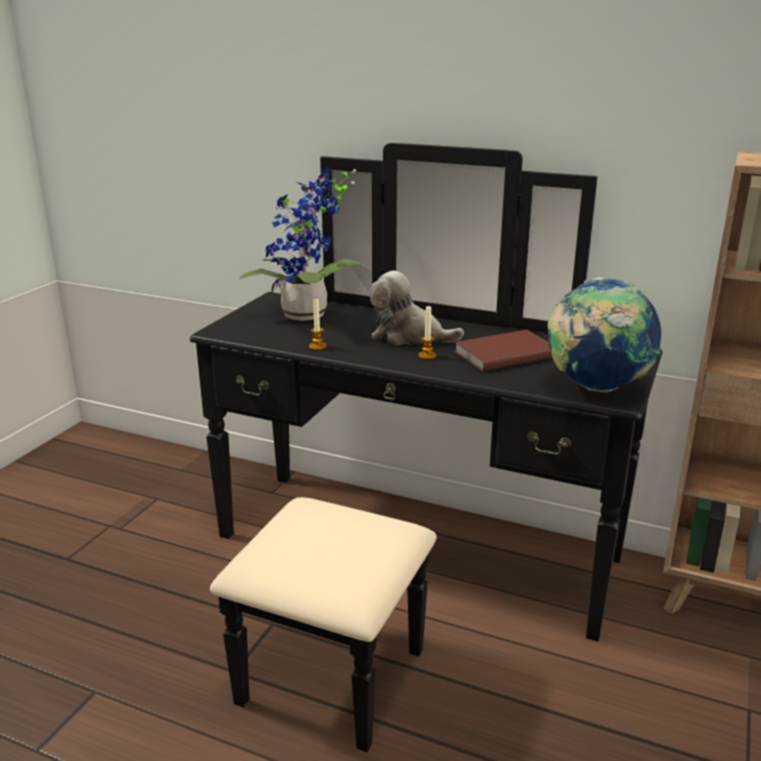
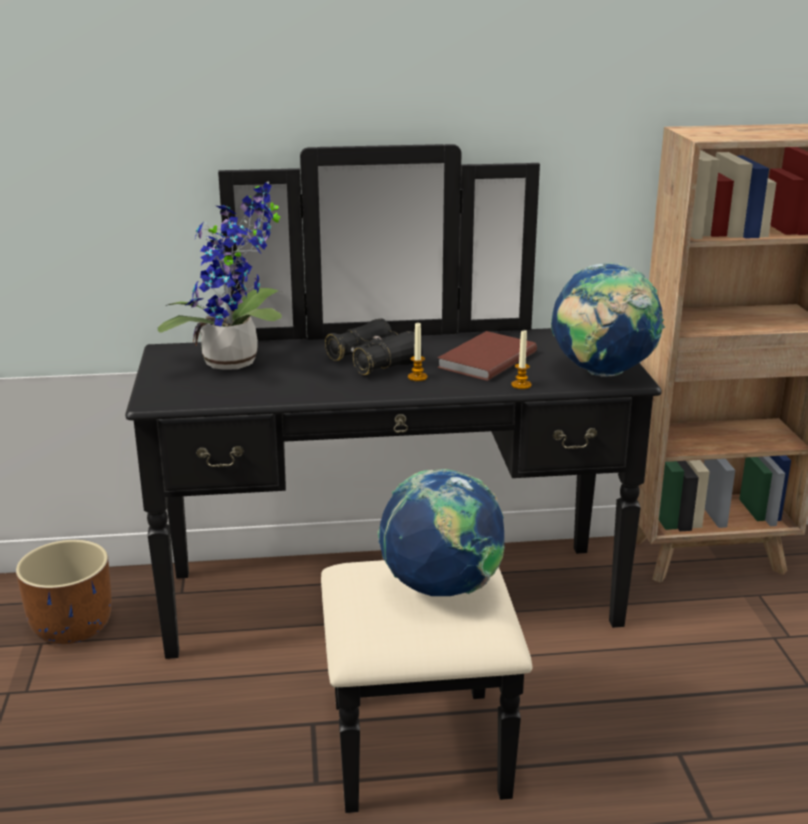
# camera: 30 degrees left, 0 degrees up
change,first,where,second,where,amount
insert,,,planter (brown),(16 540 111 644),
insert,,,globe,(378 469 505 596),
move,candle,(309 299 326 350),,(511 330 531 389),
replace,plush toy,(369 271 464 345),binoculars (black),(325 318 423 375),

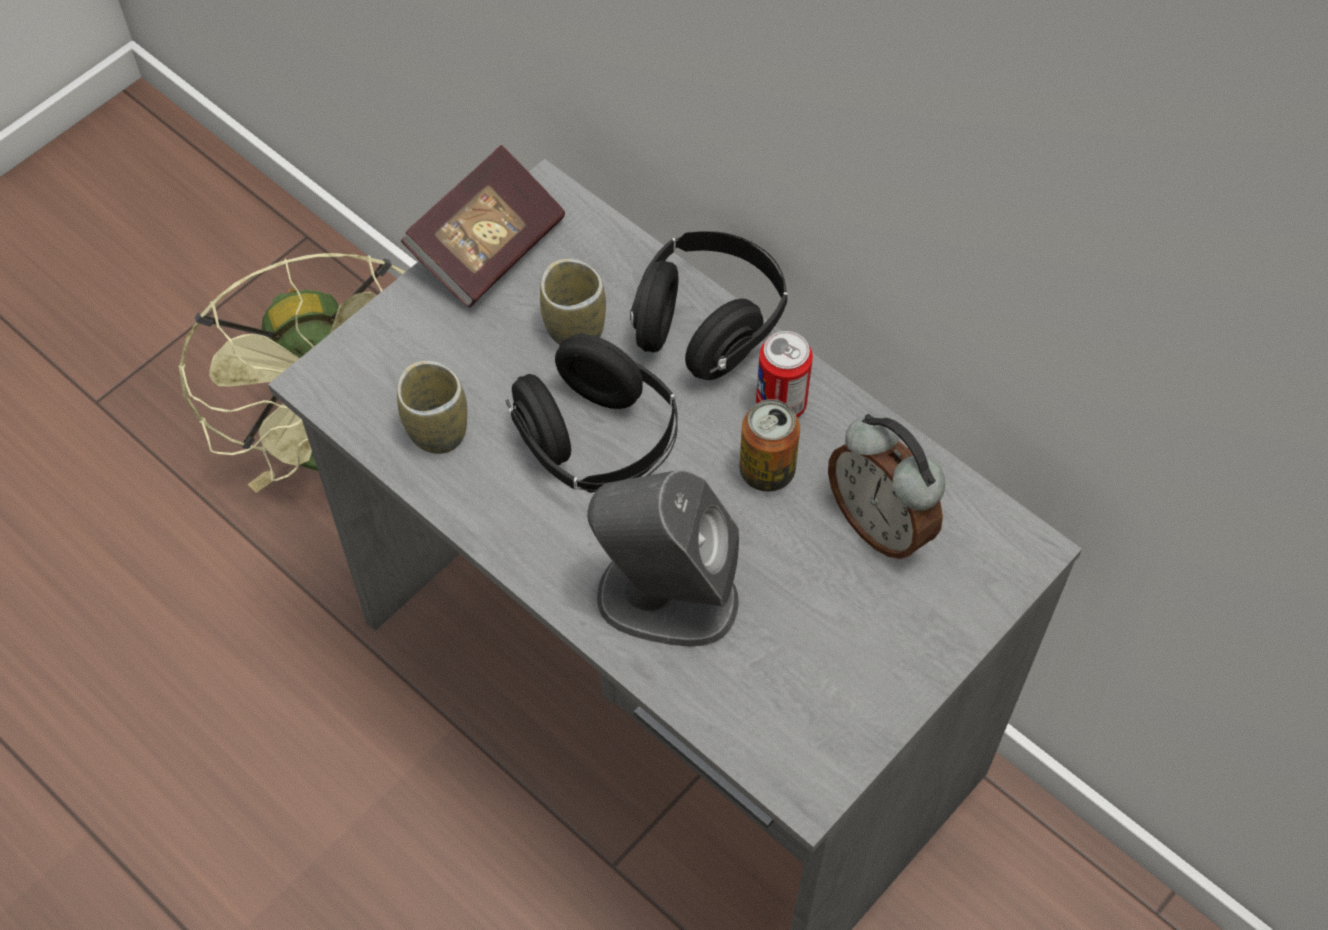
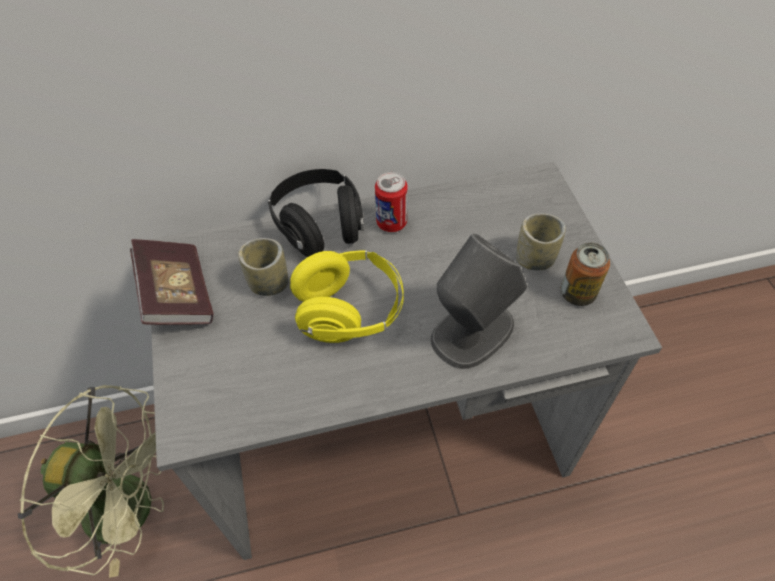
# camera: 55 degrees left, 5 degrees down
change,first,where,second,where,amount
delete,alarm clock,(828 414 945 559),,,
move,cup,(397 361 467 454),,(516 214 566 270),
move,can,(740 399 800 492),,(561 243 610 306),
recolor,headphones (black),(506 334 678 493),headphones (yellow),(290 250 404 343),

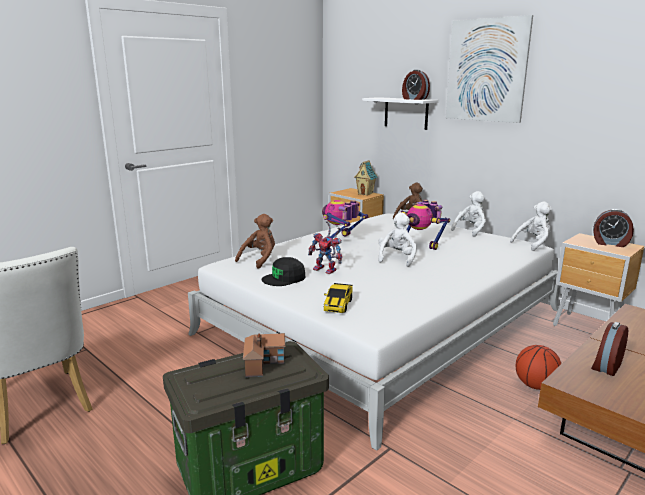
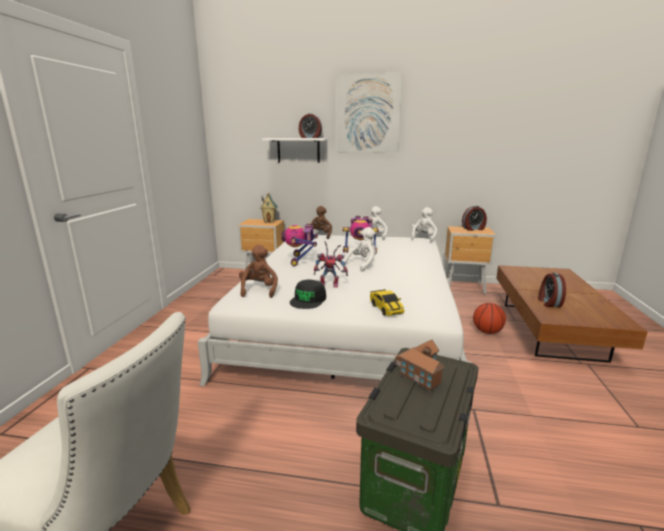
# camera: 35 degrees left, 0 degrees up
change,first,where,second,where,amount
rotate,plush toy (white),(378 212 417 267),,(344 227 376 272),60 degrees clockwise

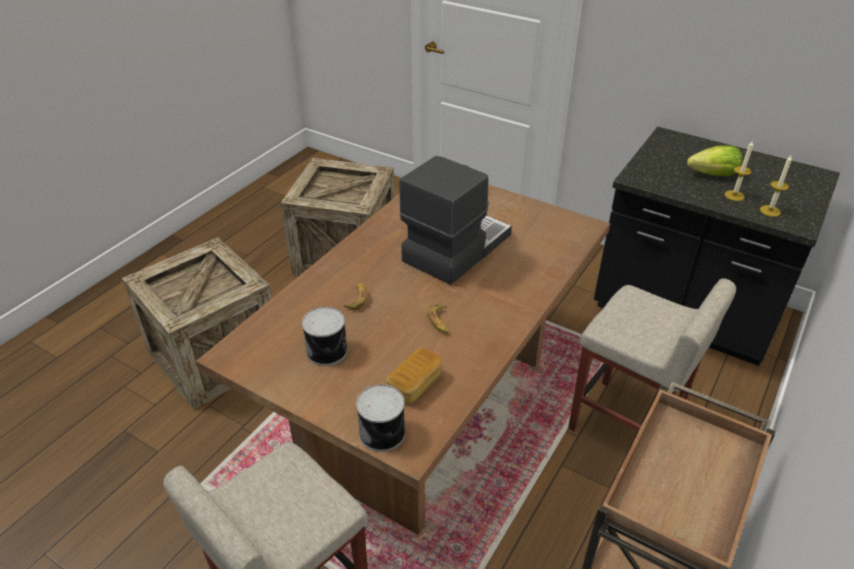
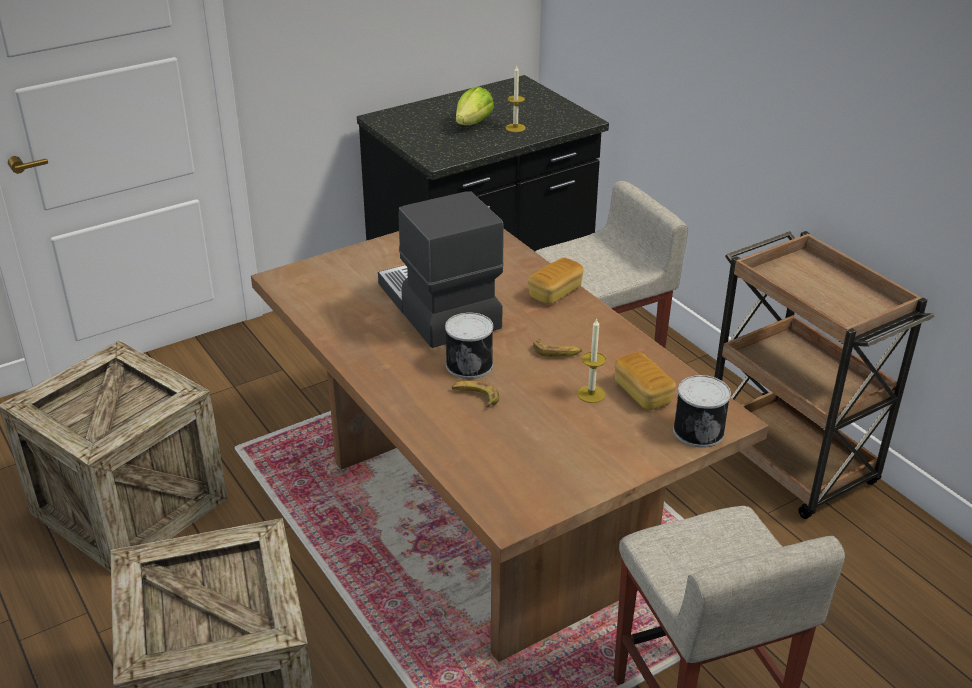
# camera: 65 degrees left, 5 degrees down
change,first,where,second,where,amount
insert,,,bread,(528 258 583 304),
move,can,(302 307 348 366),,(445 312 493 379),
move,candle,(760 155 792 217),,(577 318 606 403),

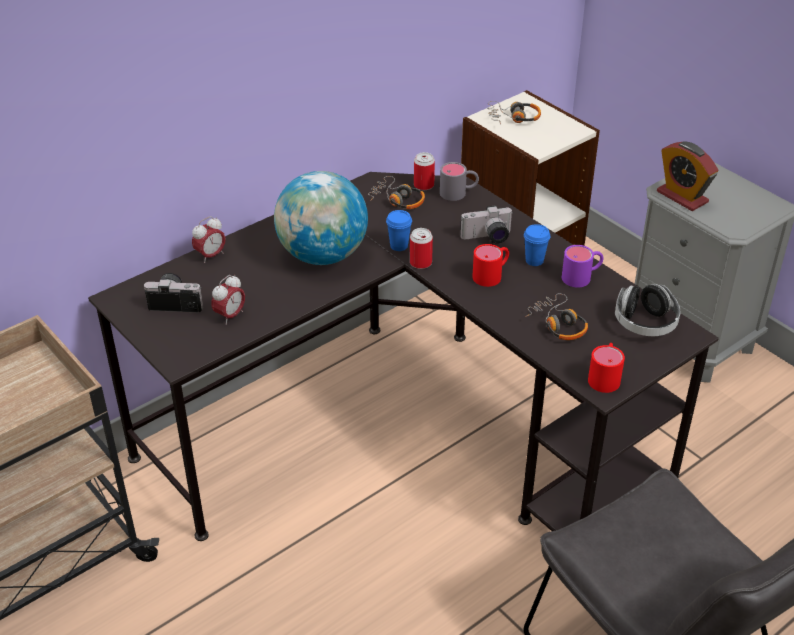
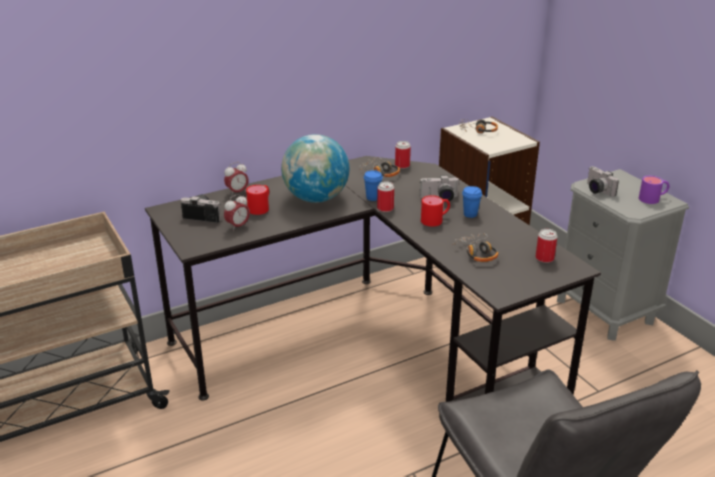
# camera: 10 degrees right, 10 degrees down
change,first,where,second,where,amount
delete,mug (grey),(440 162 479 201),,,
move,mug (purple),(562 245 603 288),,(639 176 670 204),
move,mug (red),(588 343 625 393),,(246 185 269 215),
replace,headphones,(615 284 681 336),can,(536 229 557 263),
replace,alarm clock,(657 141 718 211),photo camera,(587 166 619 197),

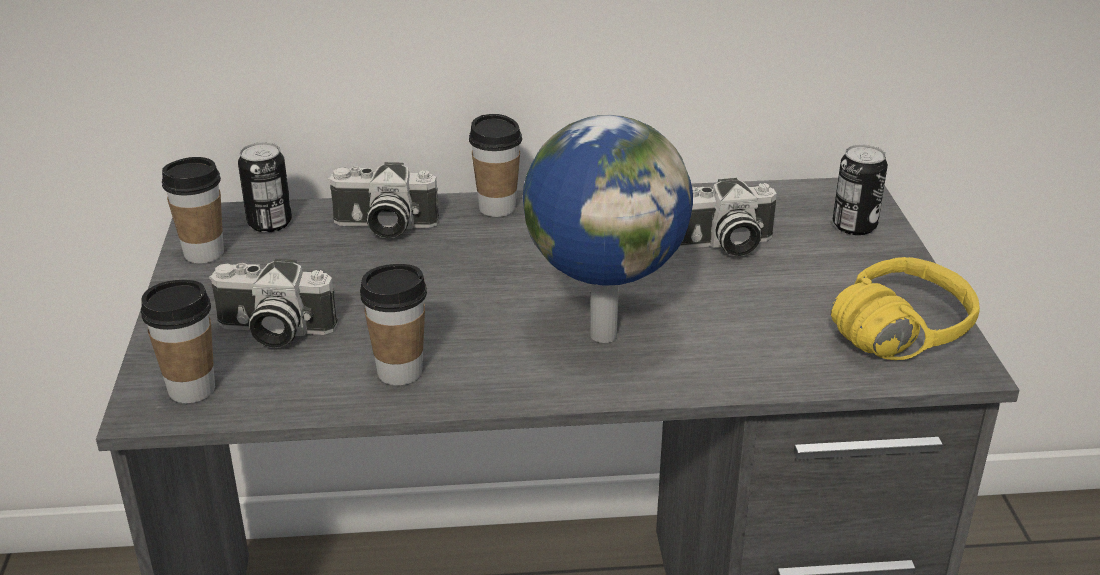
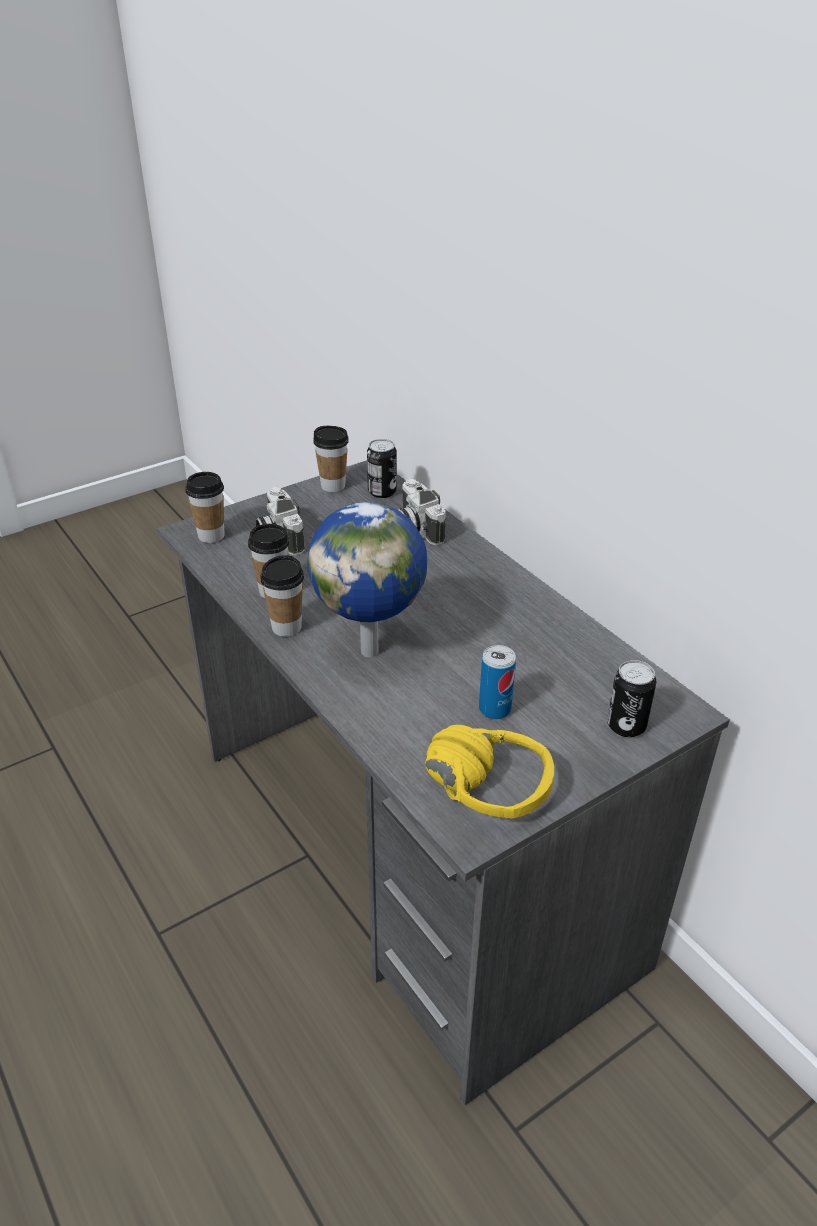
# camera: 60 degrees right, 5 degrees up
change,first,where,second,where,amount
delete,photo camera,(678 178 777 256),,,
insert,,,can,(479 645 516 719),
move,cup,(469 114 522 217),,(260 555 304 637),

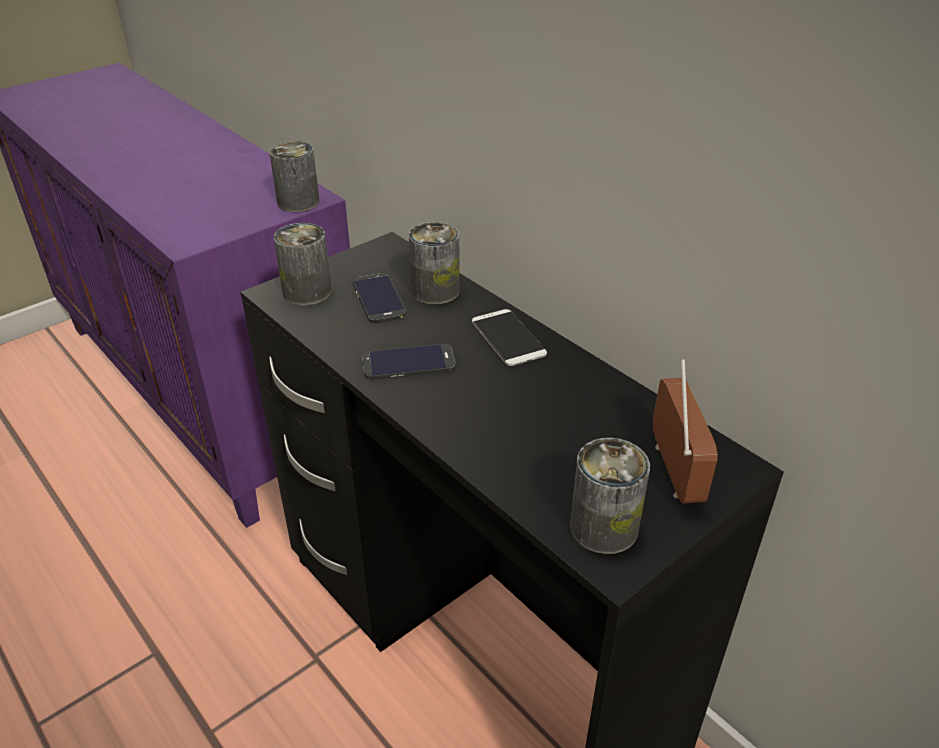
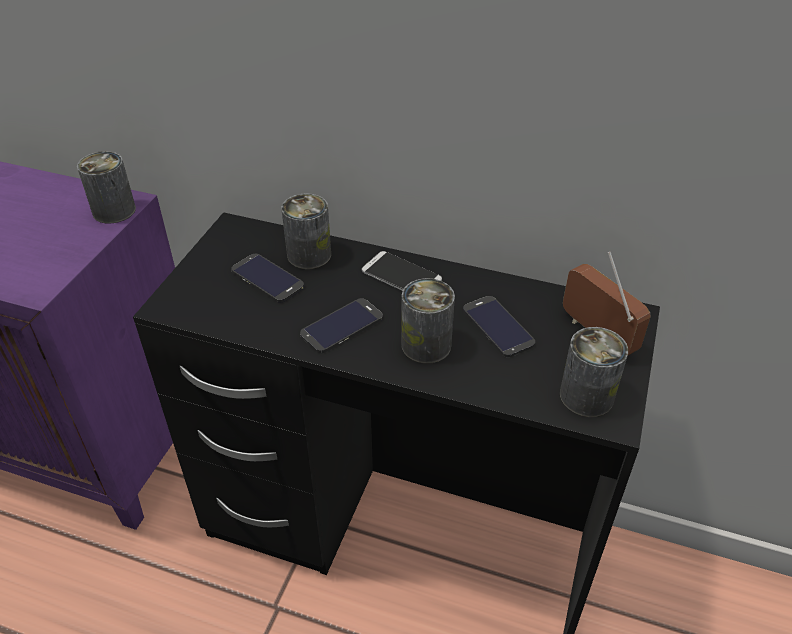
# camera: 30 degrees left, 5 degrees up
change,first,where,second,where,amount
insert,,,phone,(463 296 535 357),
move,can,(274 223 332 306),,(401 278 455 364),

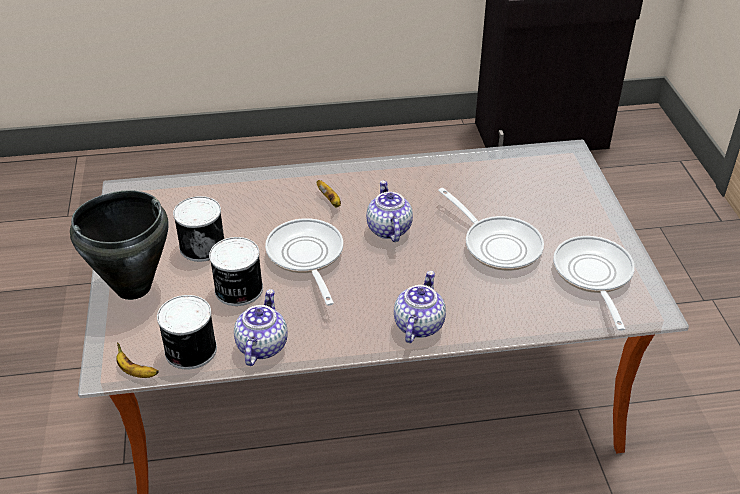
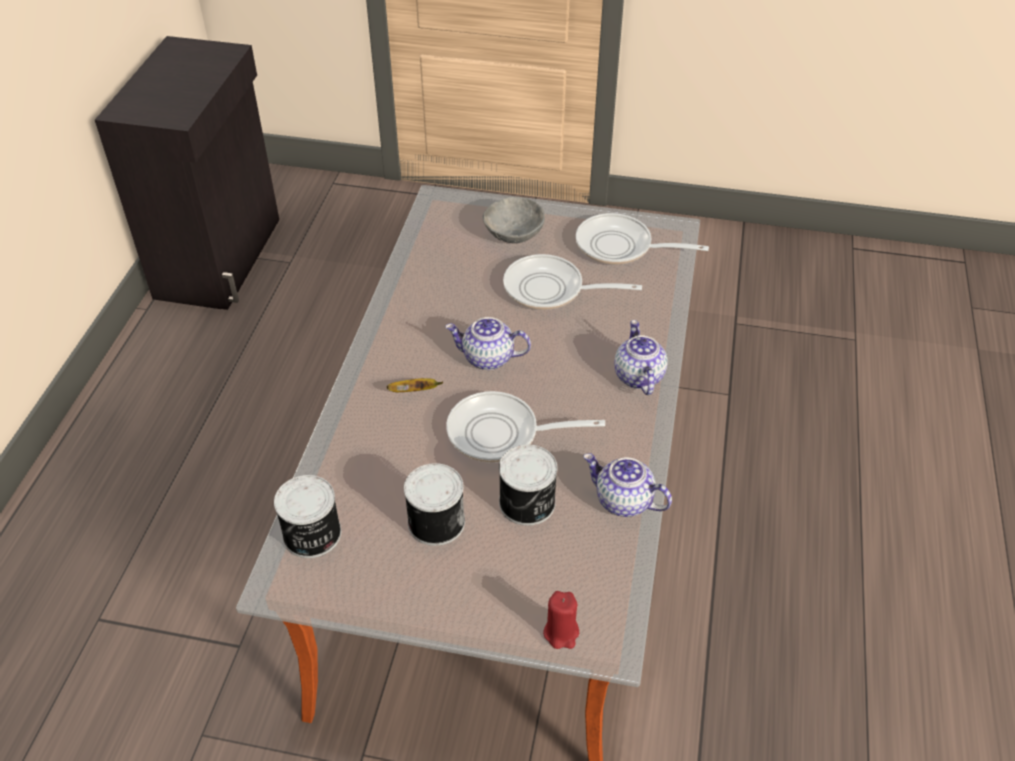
# camera: 70 degrees left, 5 degrees up
change,first,where,second,where,amount
delete,cooking pot (black),(70 190 169 300),,,
delete,banana,(116 342 159 378),,,
insert,,,bowl (grey),(483 197 545 243),
insert,,,candle (red),(543 591 579 649),
move,can,(157 295 217 370),,(274 475 341 558),
rotate,teapot,(394 271 446 343),,(614 320 668 395),45 degrees clockwise
rotate,frying pan,(438 188 544 271),,(503 254 642 310),150 degrees counterclockwise

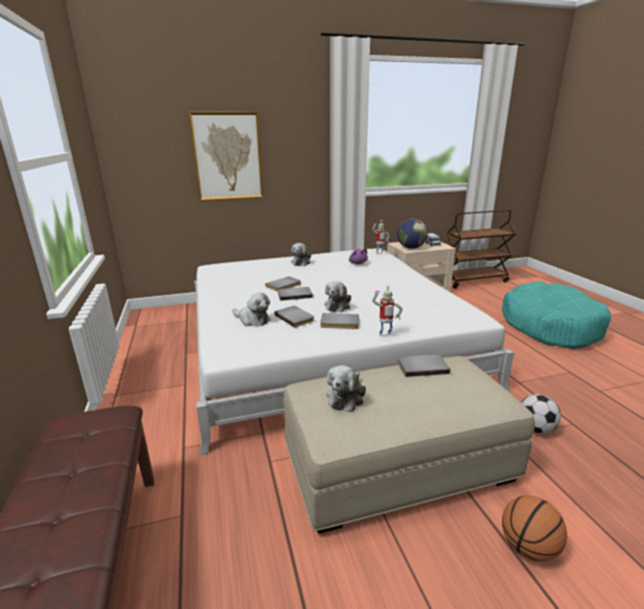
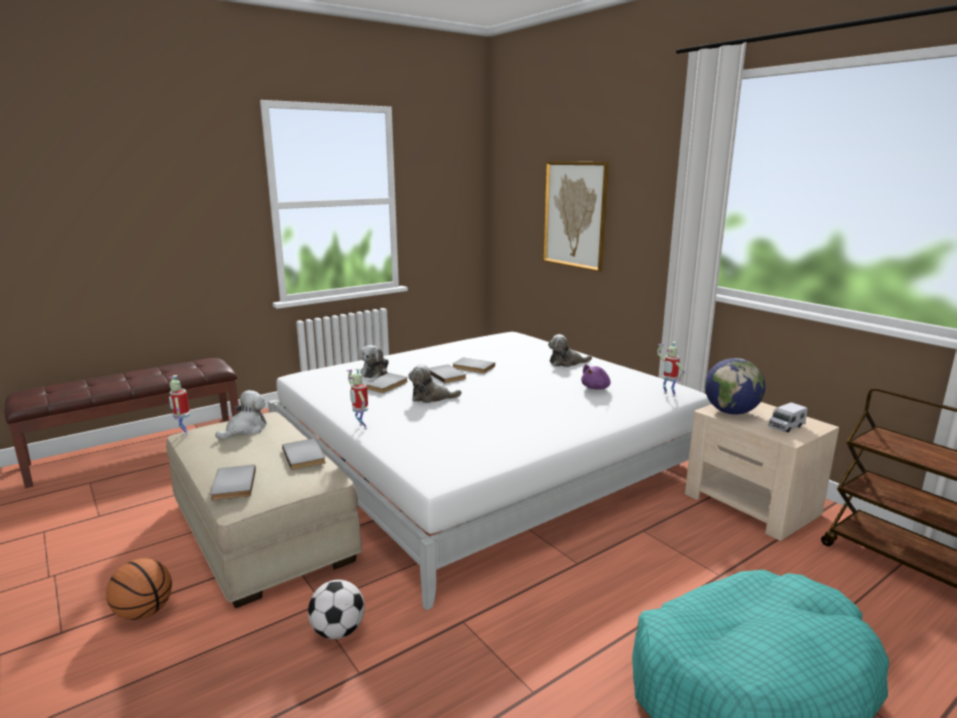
# camera: 70 degrees right, 5 degrees down
change,first,where,second,where,amount
insert,,,toy robot,(168 375 190 435),
move,book (grey),(320 313 359 329),,(210 465 256 501),
rotate,plush toy,(326 365 366 412),,(216 390 267 440),120 degrees clockwise

